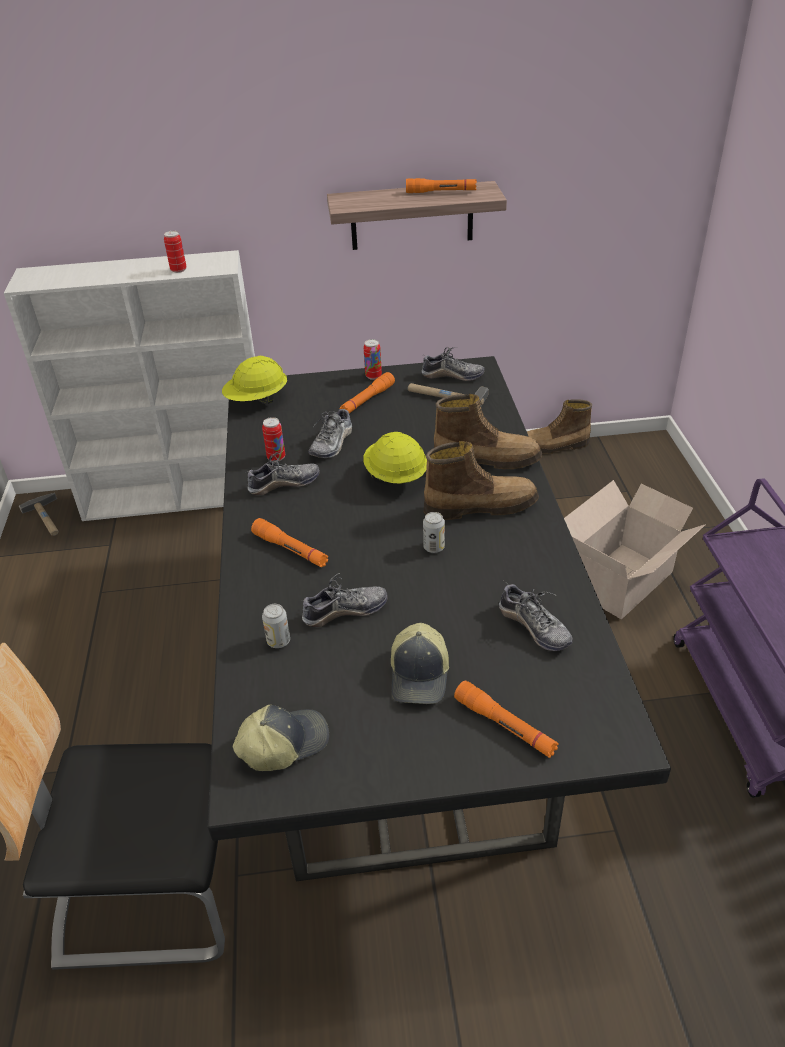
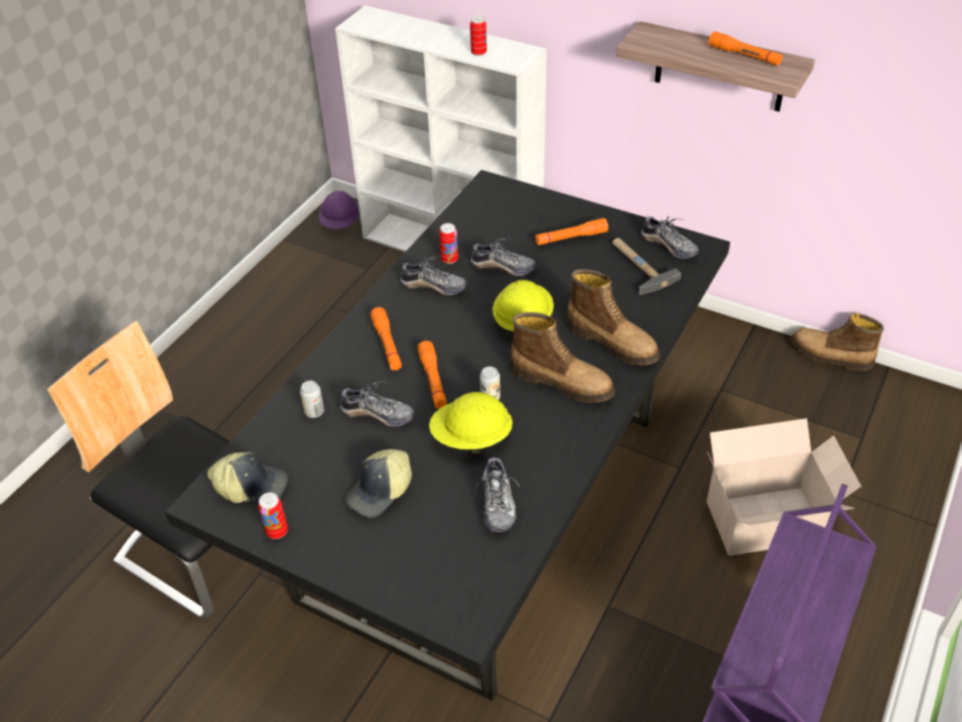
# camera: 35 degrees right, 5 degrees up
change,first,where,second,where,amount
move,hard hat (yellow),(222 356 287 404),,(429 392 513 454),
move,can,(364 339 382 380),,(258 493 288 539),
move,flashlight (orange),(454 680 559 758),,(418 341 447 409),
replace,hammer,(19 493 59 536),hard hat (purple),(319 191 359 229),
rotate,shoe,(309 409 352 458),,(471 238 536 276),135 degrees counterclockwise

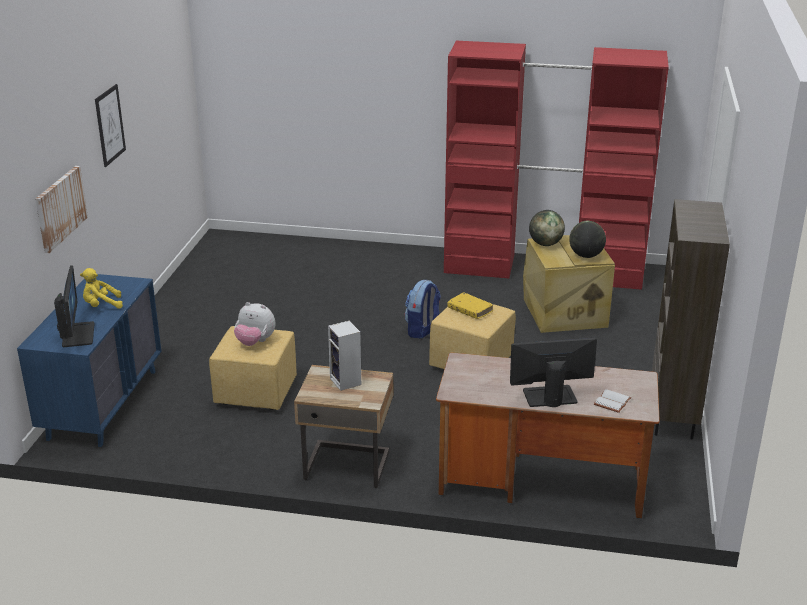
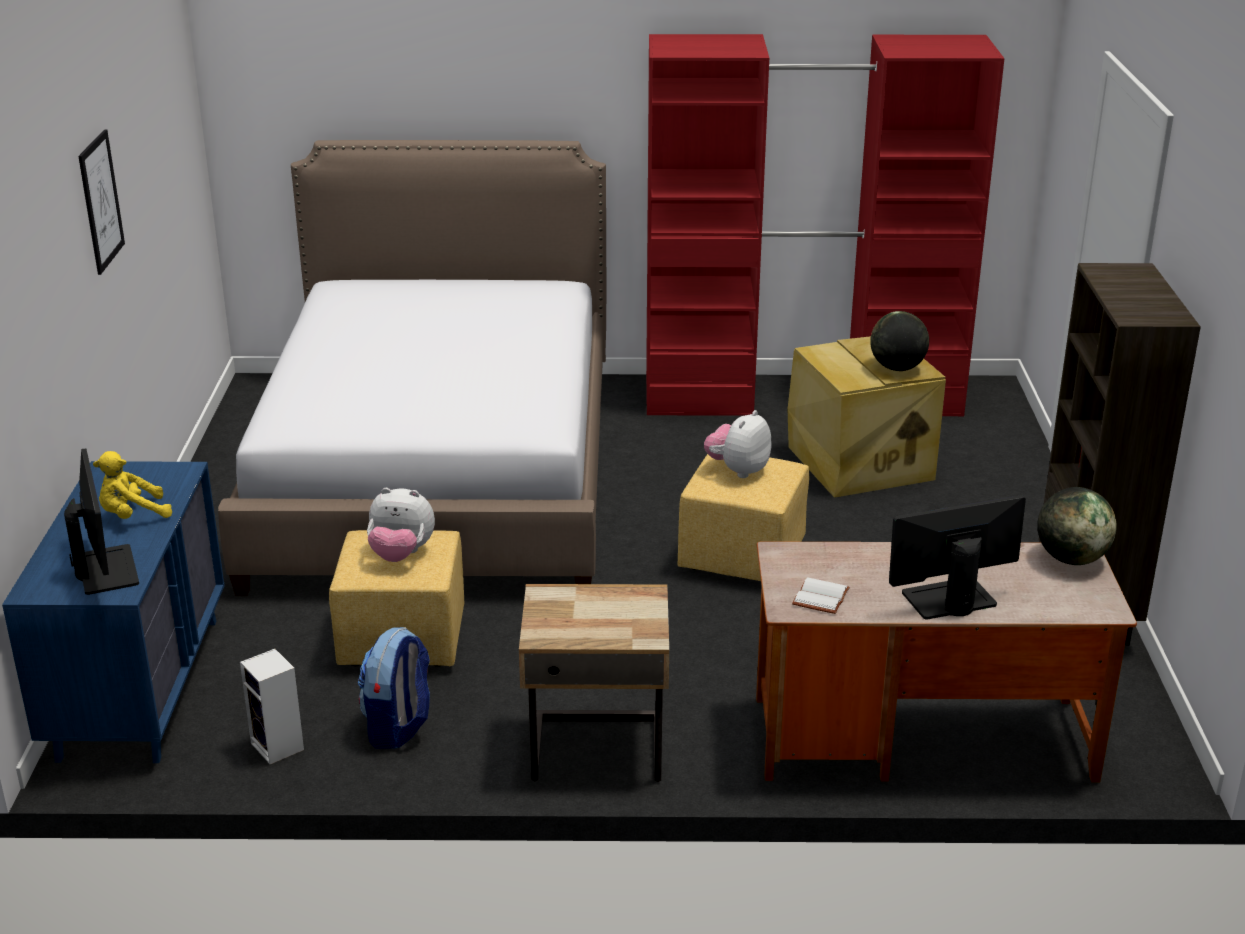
# camera: 10 degrees left, 0 degrees up
change,first,where,second,where,amount
delete,picture,(35 166 88 253),,,
insert,,,bed,(218 140 606 596),
move,speaker,(328 321 361 391),,(240 649 304 764),
move,backpack,(405 280 441 339),,(358 627 430 749),
move,globe,(529 210 565 246),,(1037 487 1117 565),
move,book (white),(594 389 631 413),,(792 577 850 614),
replace,book (yellow),(447 292 493 319),plush toy,(704 410 772 478),

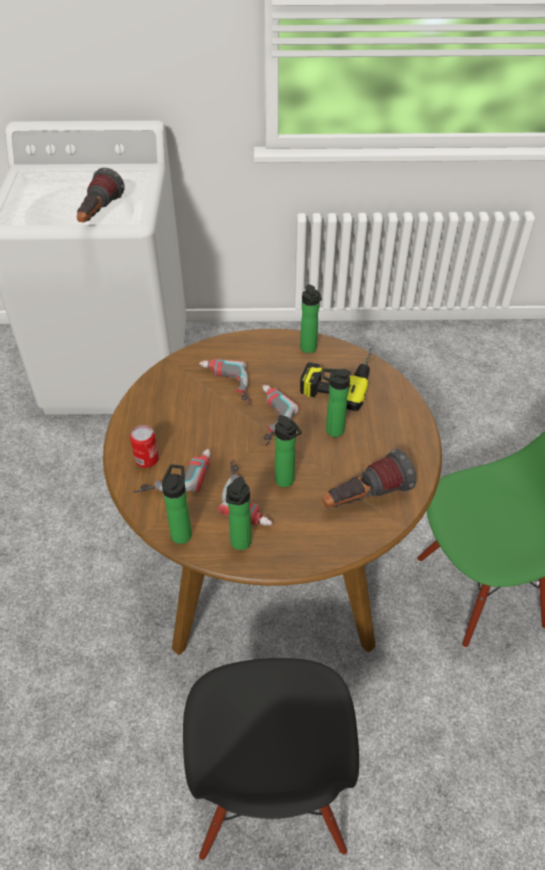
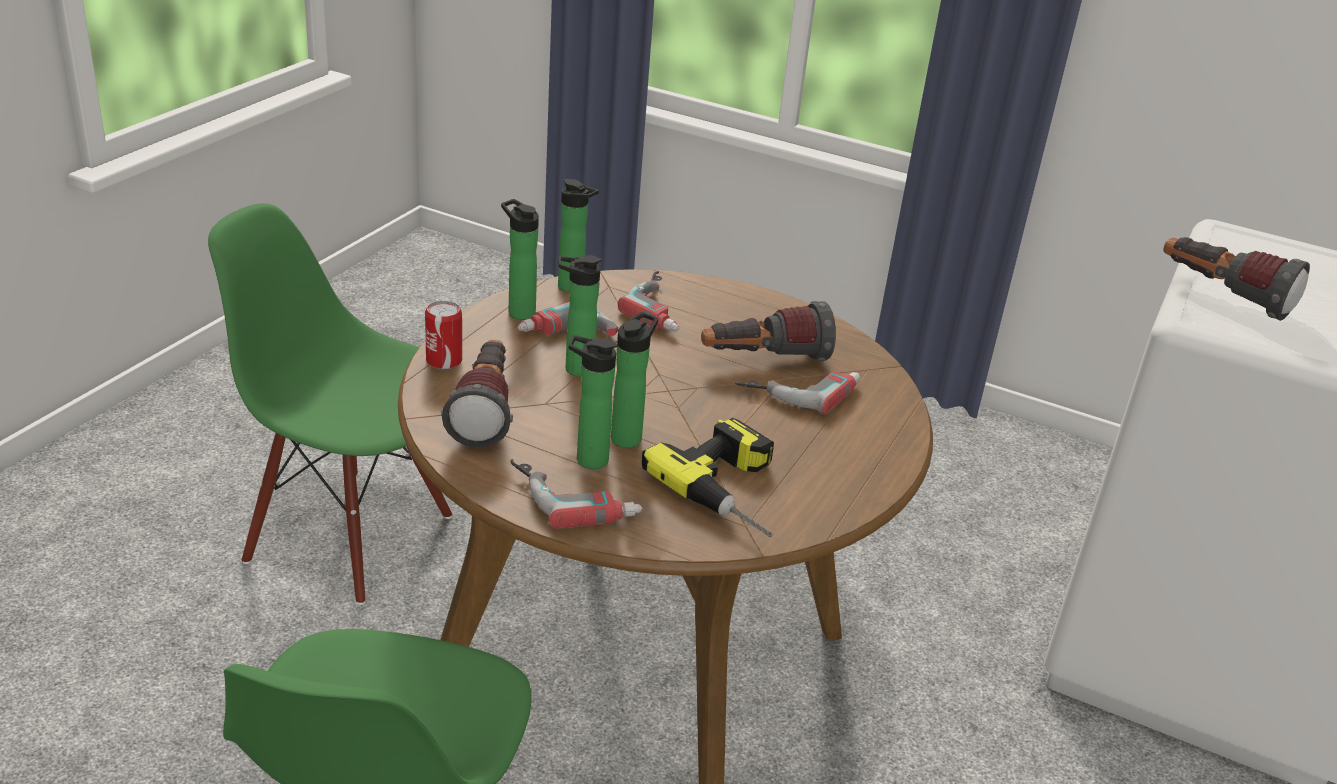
# camera: 115 degrees right, 15 degrees down
change,first,where,second,where,amount
insert,,,flashlight,(701 301 836 362),
move,can,(130 425 159 468),,(425 301 462 369),
move,power drill,(262 385 299 446),,(511 459 642 529),
move,bottle,(300 284 322 353),,(569 335 618 469),
recolor,chair (black),(183 658 359 860),chair (green),(208 203 452 605),

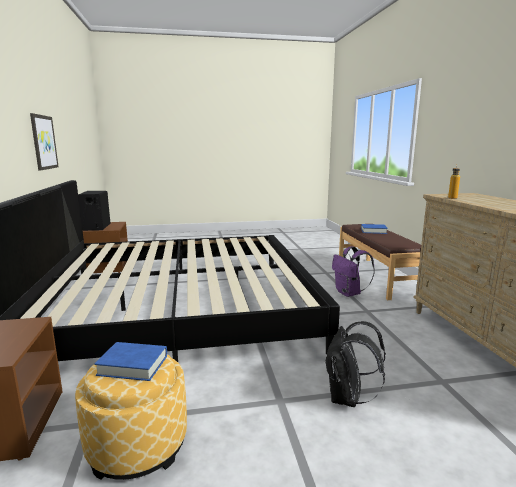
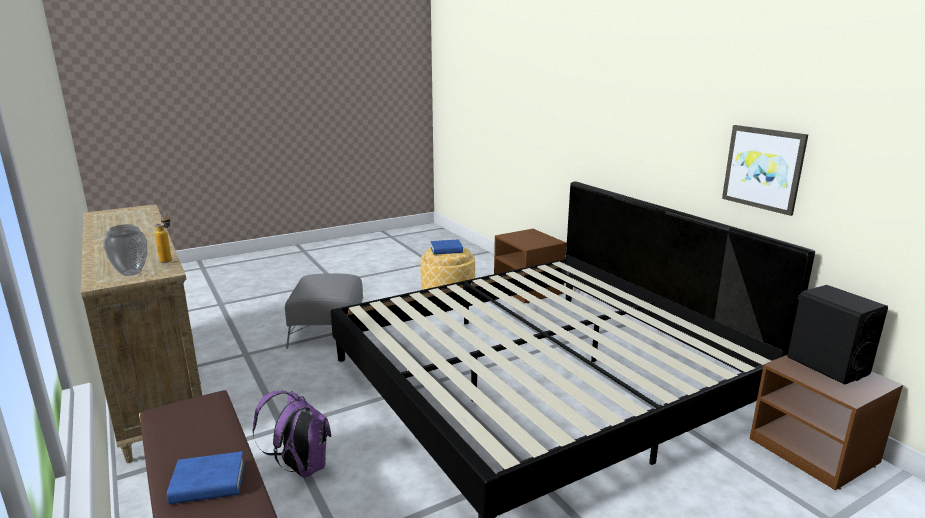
# camera: 160 degrees right, 5 degrees up
change,first,where,second,where,amount
insert,,,vase,(103 224 147 276),
replace,backpack (black),(325 321 386 407),ottoman (grey),(285 273 363 349),

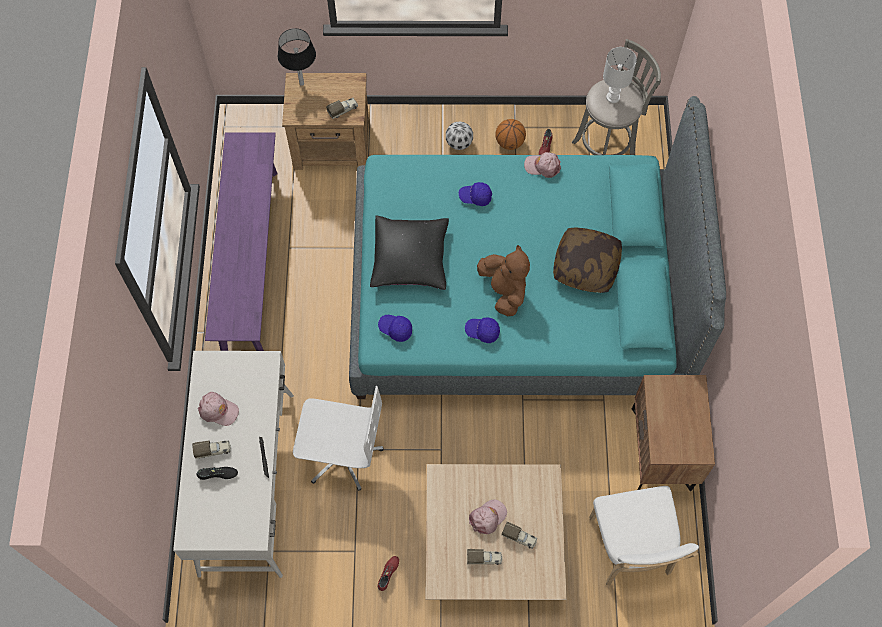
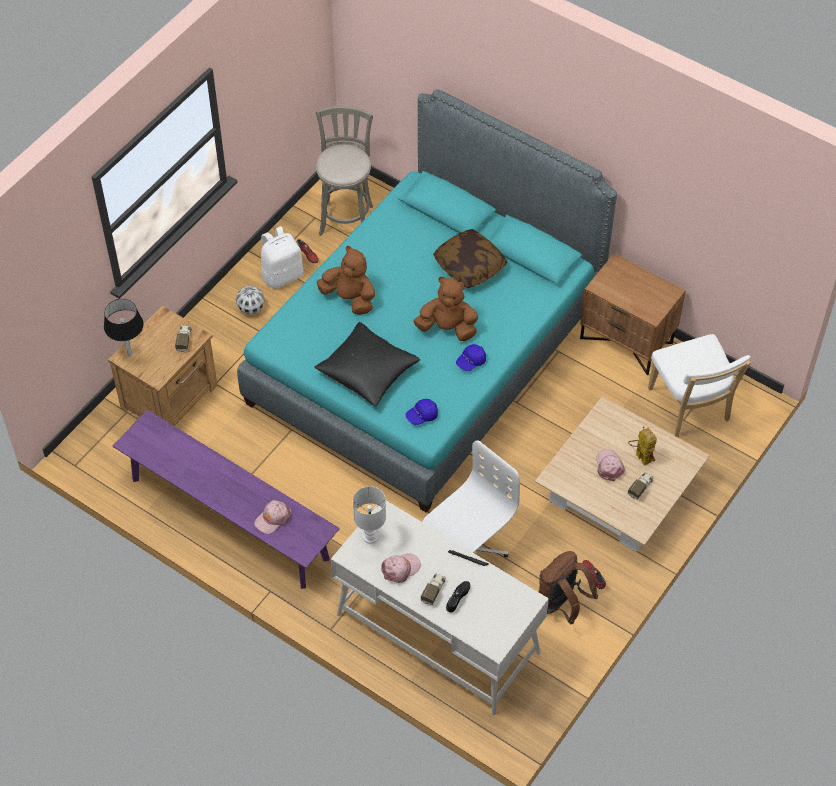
# camera: 55 degrees left, 10 degrees down
change,first,where,second,where,amount
insert,,,backpack (brown),(539 551 598 624),
move,cap (pink),(524 152 561 178),,(254 500 291 534),
move,table lamp (white),(603 47 637 103),,(353 486 386 544),
replace,cap (blue),(459 182 492 206),plush toy (brown),(317 246 375 315),
replace,basketball,(495 119 526 150),backpack (white),(261 226 303 289),
replace,toy truck,(502 522 537 549),toy robot,(628 426 657 466),
rotate,chair (white),(589 486 699 585),,(648 334 751 437),45 degrees clockwise

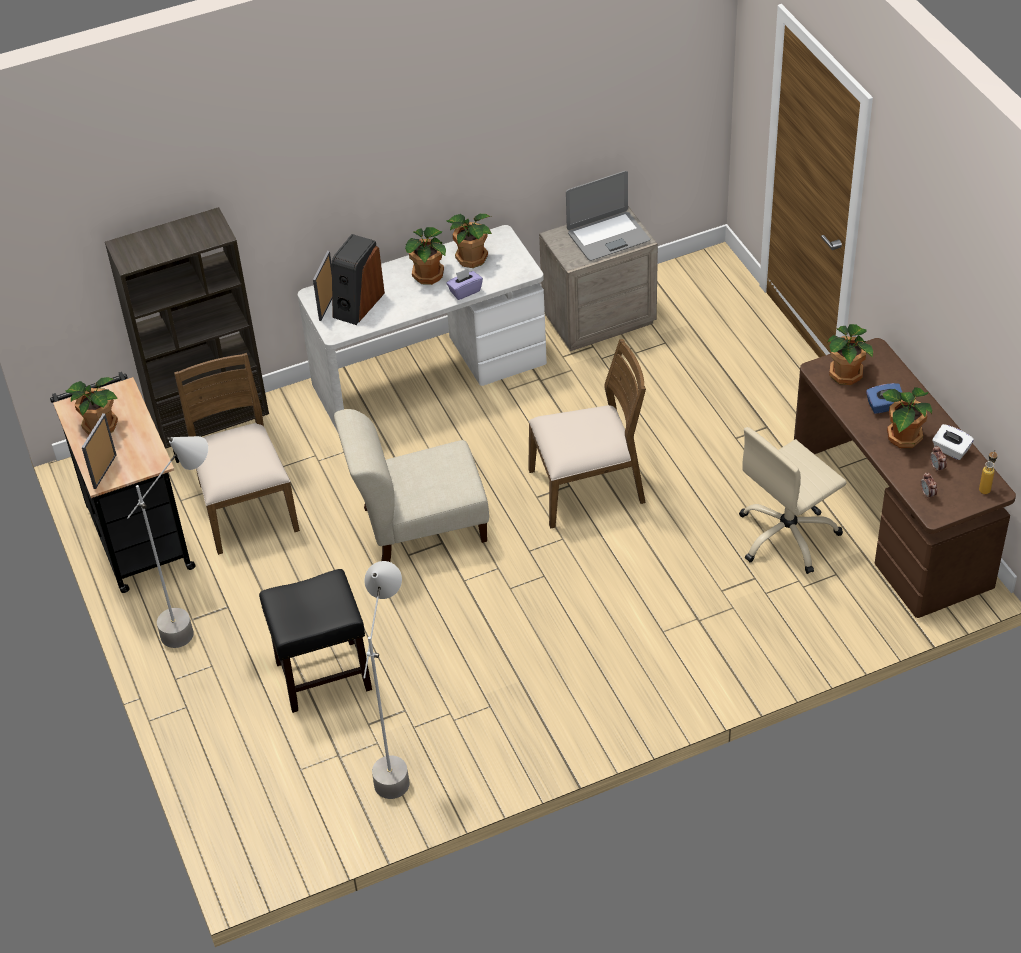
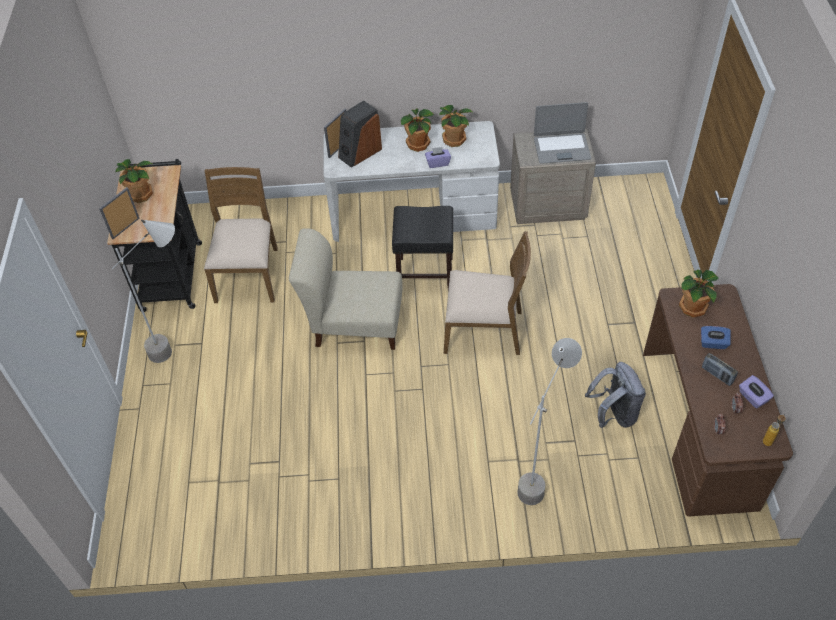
# camera: 20 degrees right, 5 degrees up
change,first,where,second,where,amount
delete,bookcase (brown),(105 207 269 463),,,
move,stool (black),(259 569 372 713),,(392 206 453 290),
move,floor lamp (grey),(364 561 410 799),,(517 338 582 505),
replace,office chair (beige),(739 427 847 574),backpack (grey),(585 362 646 428),
replace,potted plant,(883 387 932 448),radio,(702 353 738 386),
recolor,tissue box (white),(932 424 974 460),tissue box (purple),(739 375 774 408),

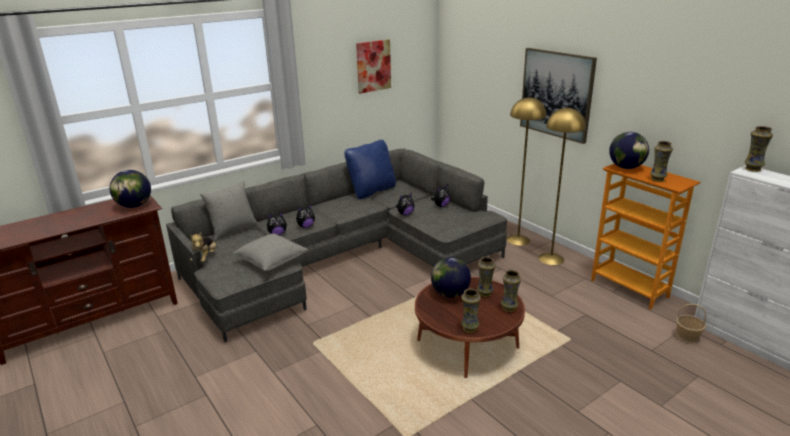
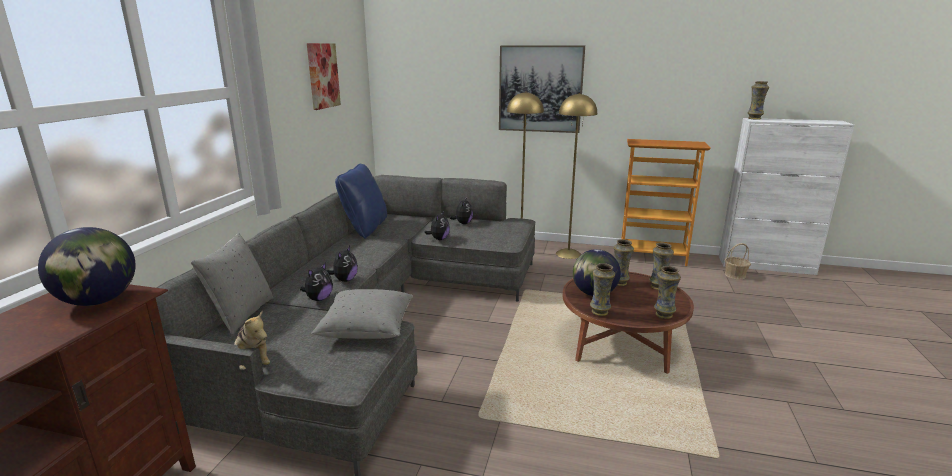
# camera: 40 degrees left, 5 degrees down
change,first,where,second,where,amount
delete,globe,(609 132 649 169),,,
move,vase,(650 141 673 182),,(590 263 615 316),

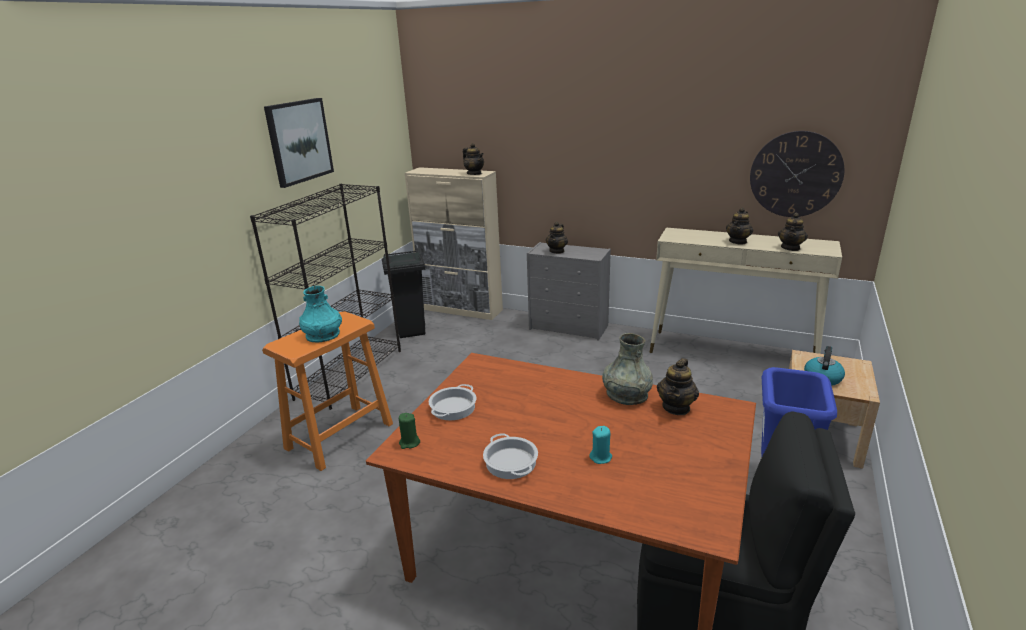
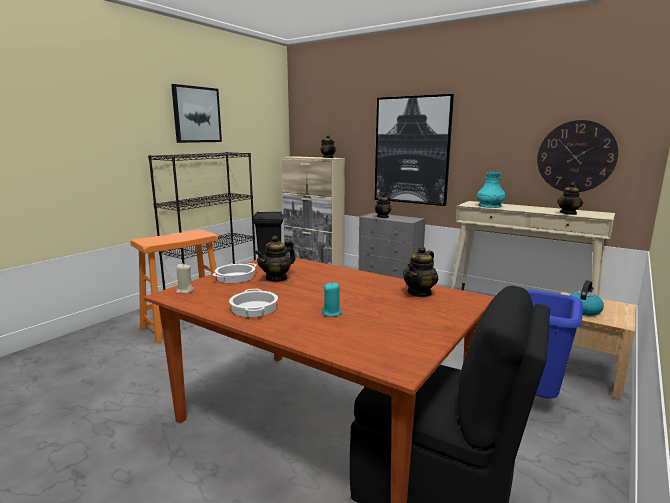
# camera: 10 degrees right, 10 degrees down
change,first,where,second,where,amount
delete,vase (grey),(602 333 653 405),,,
insert,,,picture,(375 94 454 206),
move,vase (turquoise),(299 286 342 343),,(477 172 506 208),
move,teapot,(726 207 753 245),,(255 235 296 282),
recolor,candle (green),(399 413 420 449),candle (beige),(176 263 194 294),

